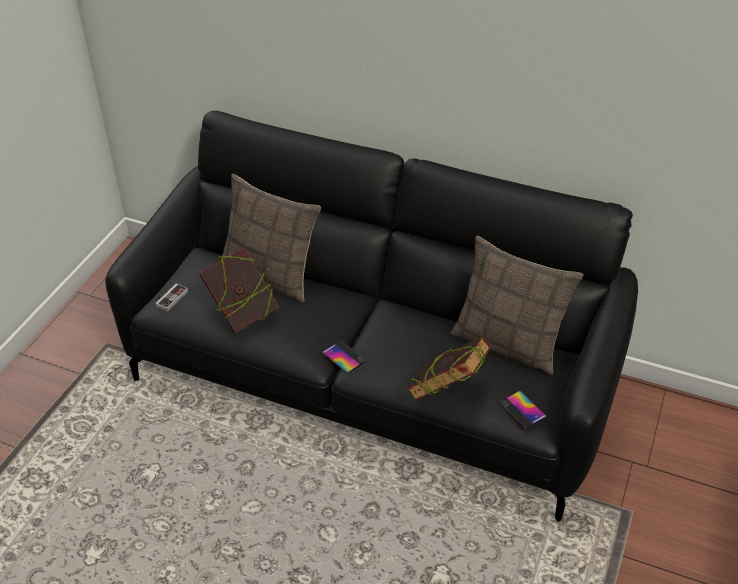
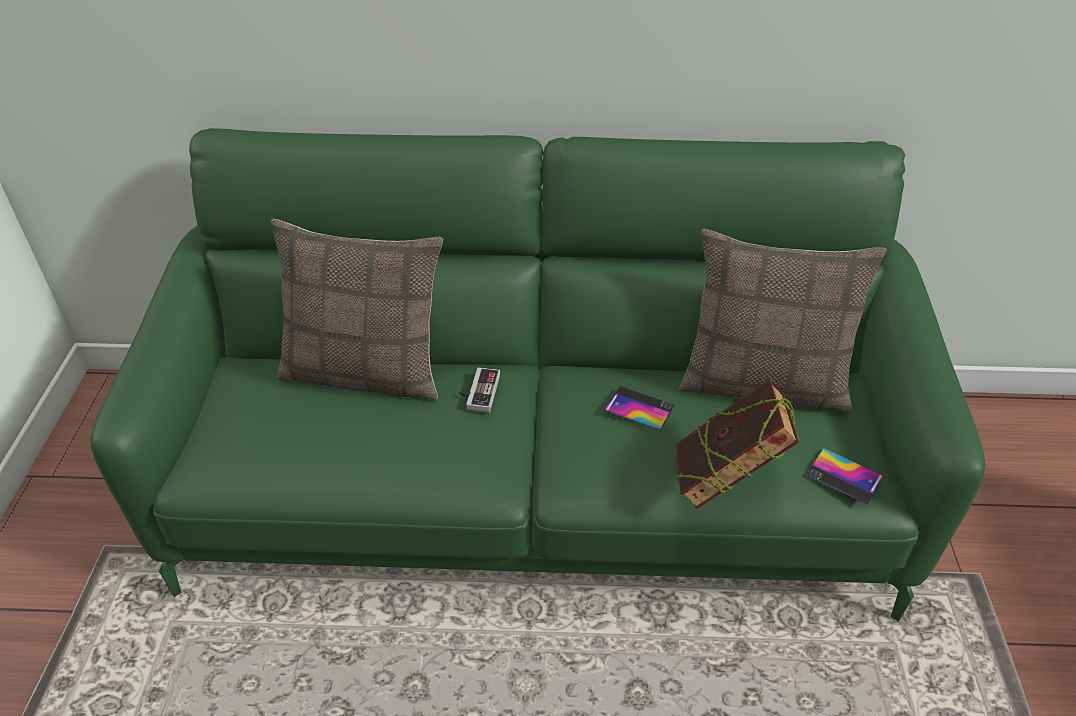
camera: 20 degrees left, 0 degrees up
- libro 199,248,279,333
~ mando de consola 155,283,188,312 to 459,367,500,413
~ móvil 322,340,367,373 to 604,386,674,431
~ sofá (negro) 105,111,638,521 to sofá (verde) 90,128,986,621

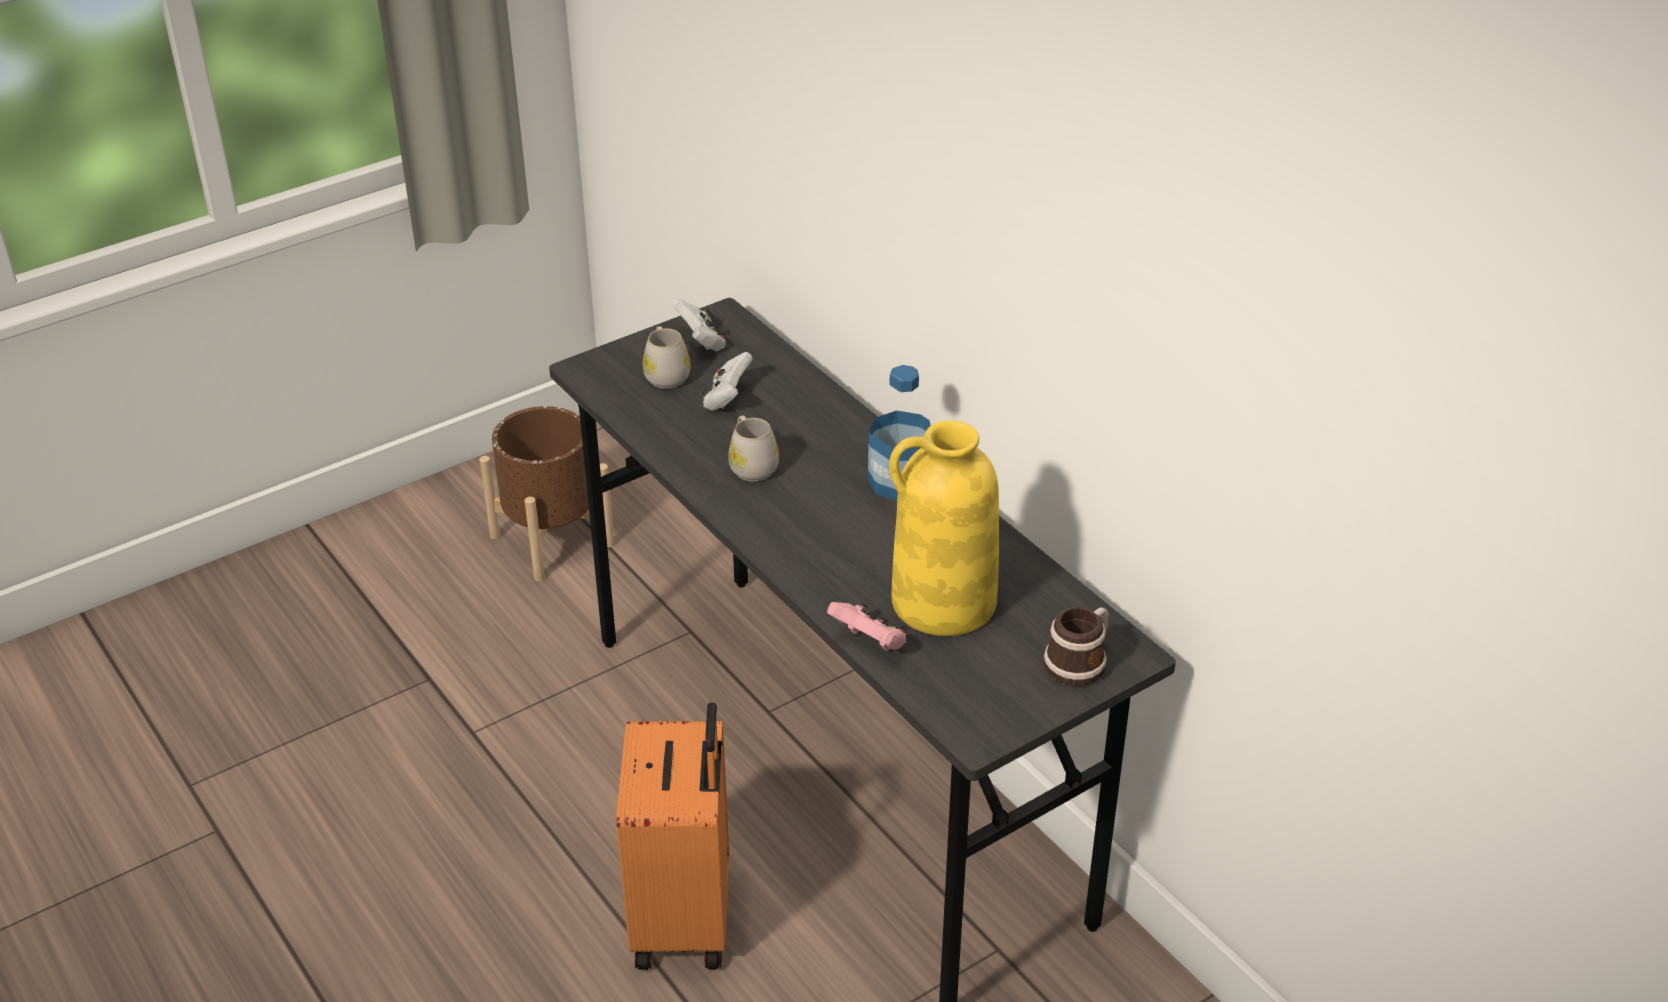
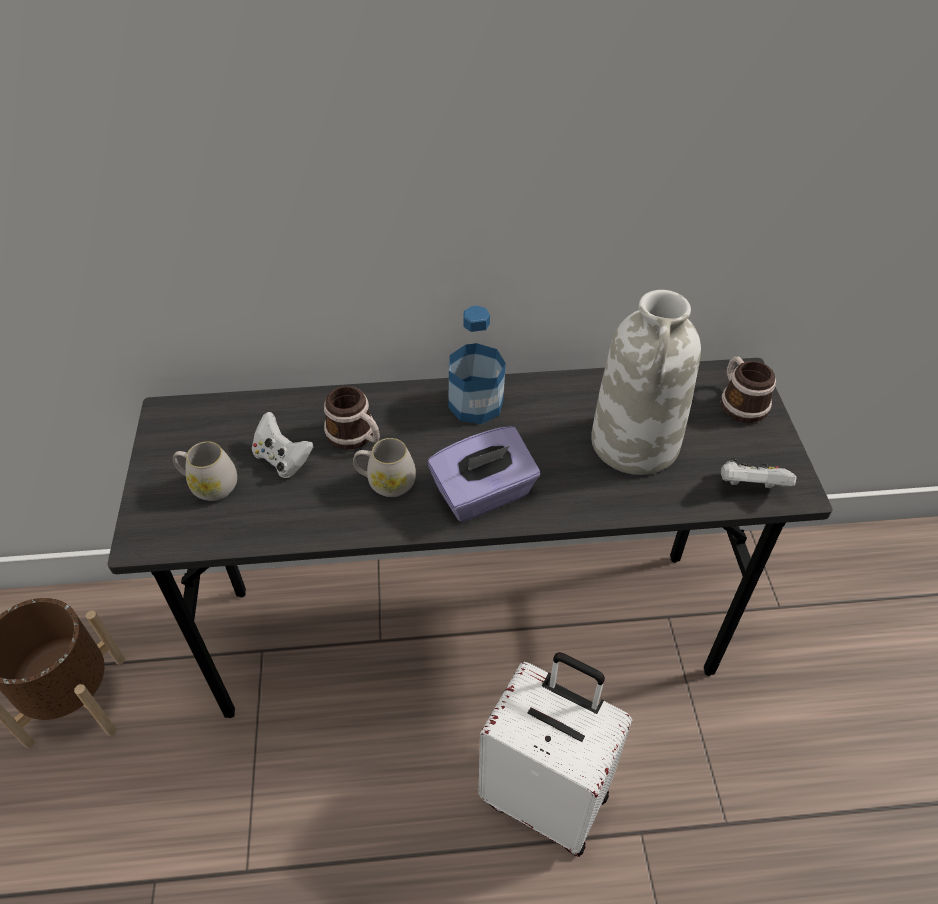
camera: 60 degrees left, 10 degrees up
- mando de consola (rosa) 827,602,906,651
+ taza grande 324,386,380,450
+ caja de pañuelos (morado) 428,426,540,522
~ mando de consola (blanco) 672,299,726,351 to 721,458,796,488
~ maleta (naranja) 616,702,729,970 to maleta (blanco) 478,652,632,857
~ florero (amarillo) 889,420,999,636 to florero (blanco) 591,290,701,475

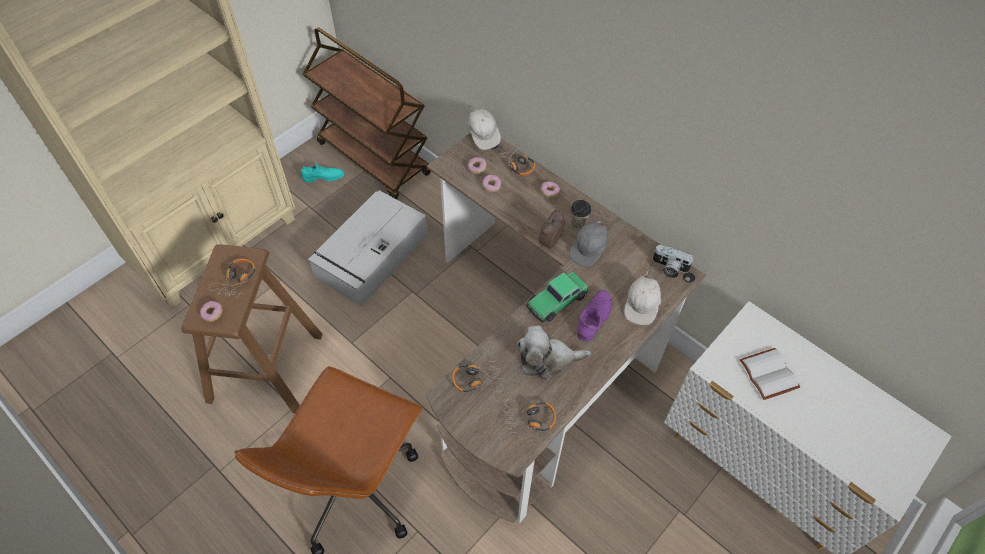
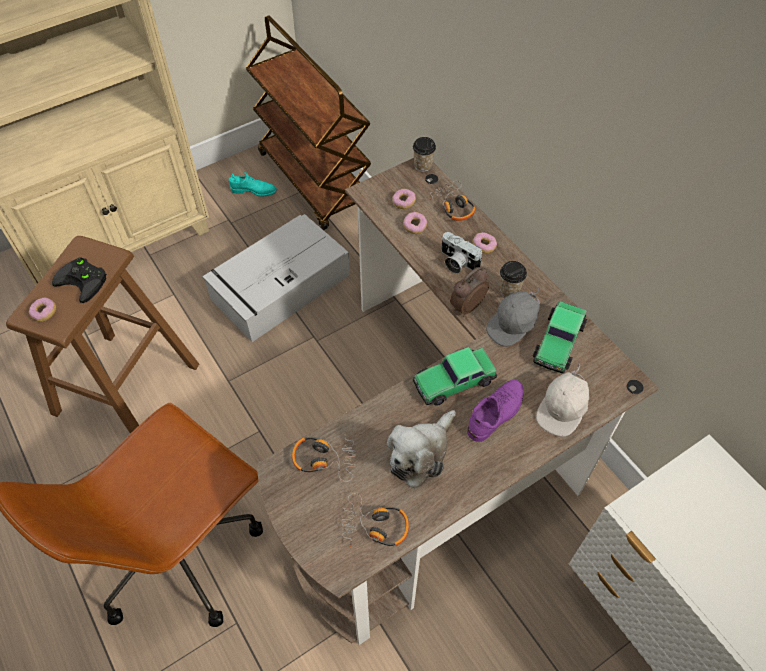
camera: 15 degrees right, 0 degrees up
- libro (blanco) 740,348,800,400
+ coche de juguete 533,301,587,374
~ cámara 653,245,693,278 to 441,232,482,274
~ auriculares 209,259,256,298 to mando de consola (negro) 52,257,107,303
~ gorra (blanco) 468,105,501,150 to taza 413,137,436,172
~ peluche 517,326,591,380 = 387,410,456,489 60 degrees counterclockwise

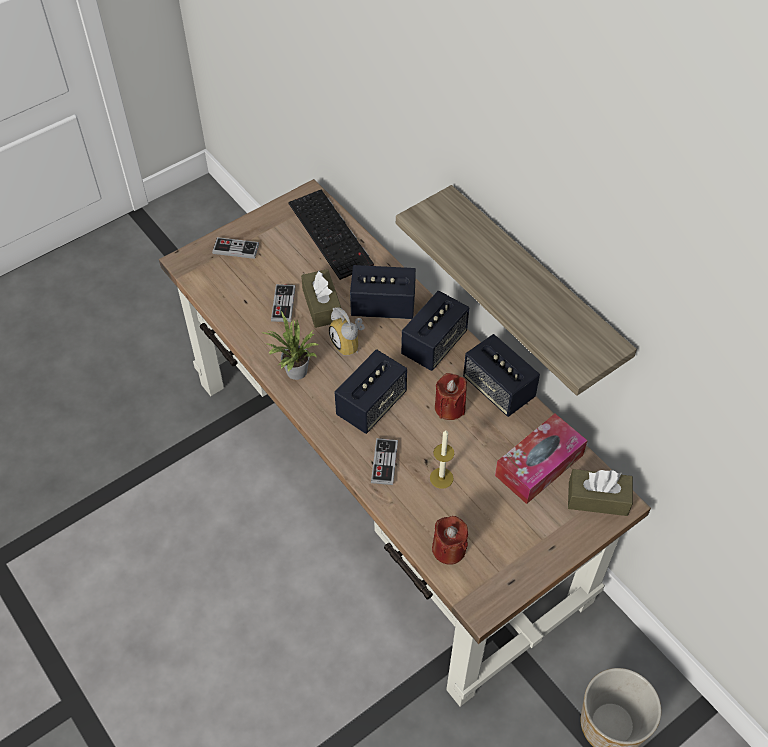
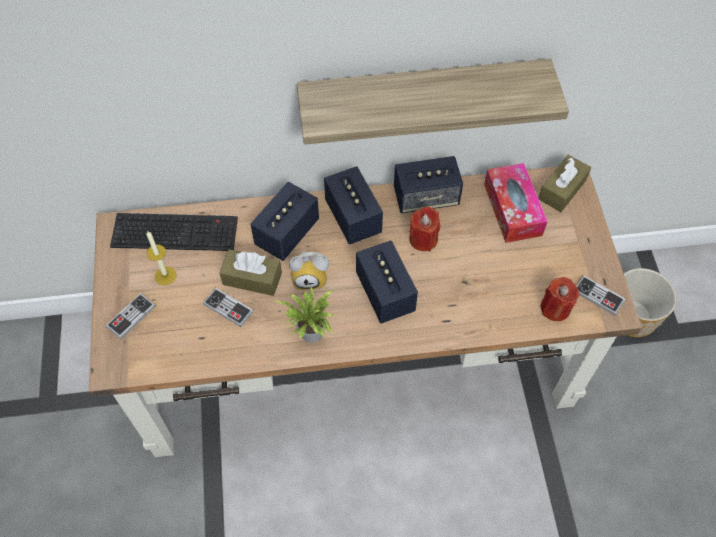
camera: 60 degrees left, 5 degrees up
~ mando de consola 371,438,398,485 to 576,275,625,315
~ vela 430,430,454,489 to 146,232,177,285

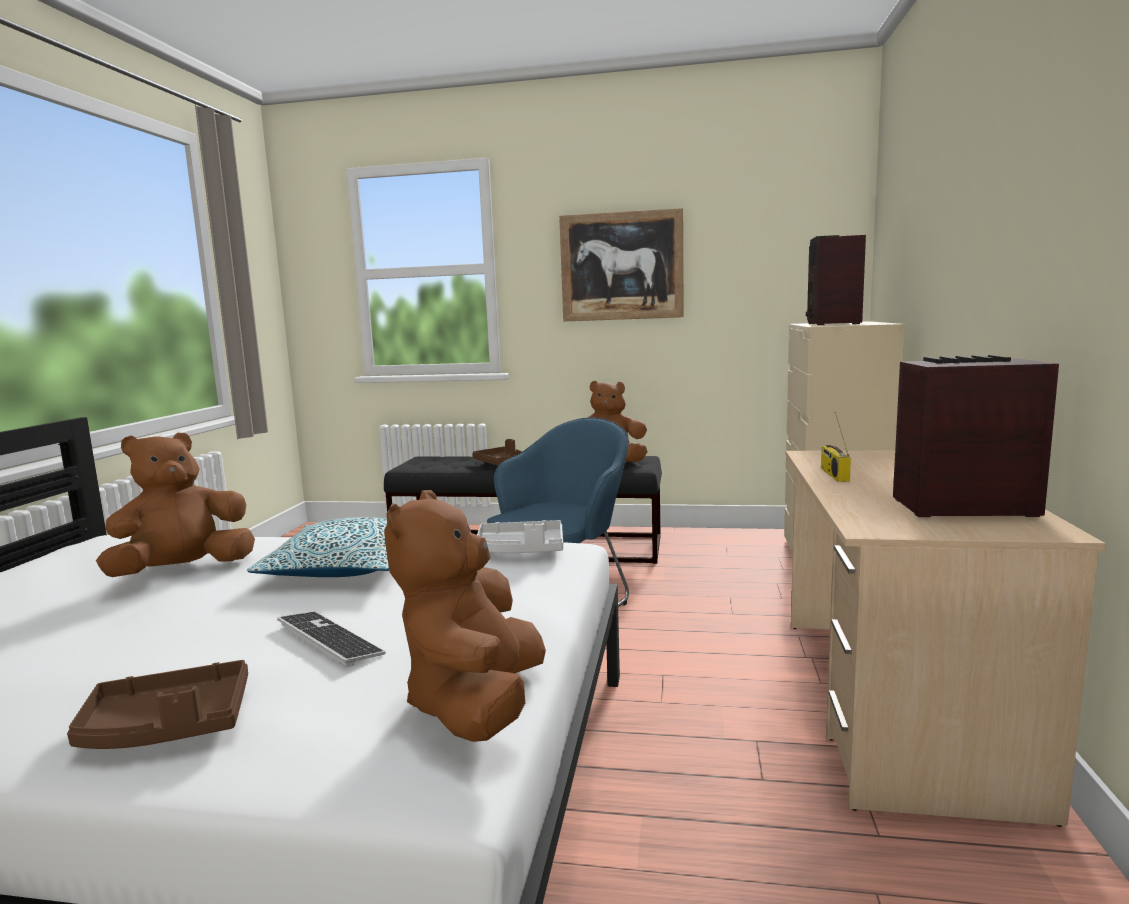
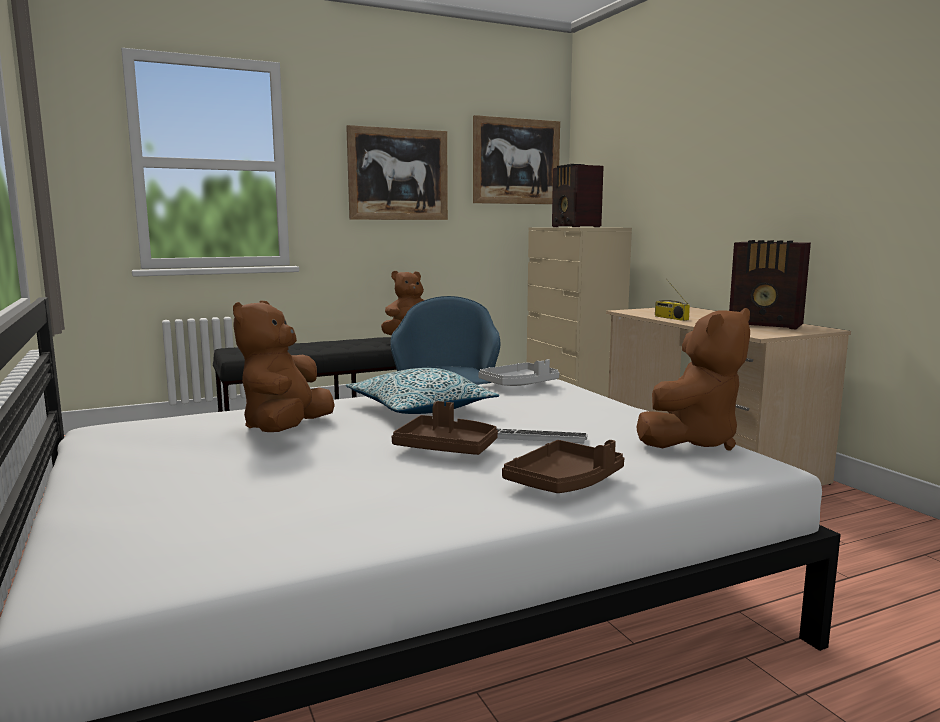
camera: 35 degrees left, 0 degrees up
+ cuadro 473,115,560,204
~ bandeja (marrón) 472,439,522,466 to 392,401,498,455
~ peluche (marrón) 384,490,546,742 = 637,308,750,450 105 degrees counterclockwise
~ radio 893,355,1059,517 = 729,240,811,330 120 degrees counterclockwise

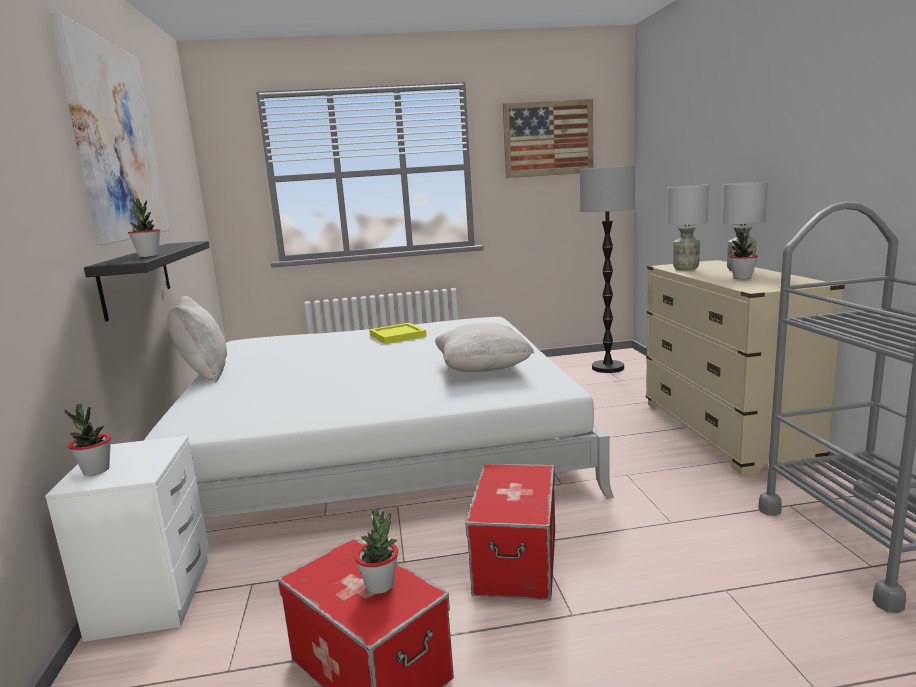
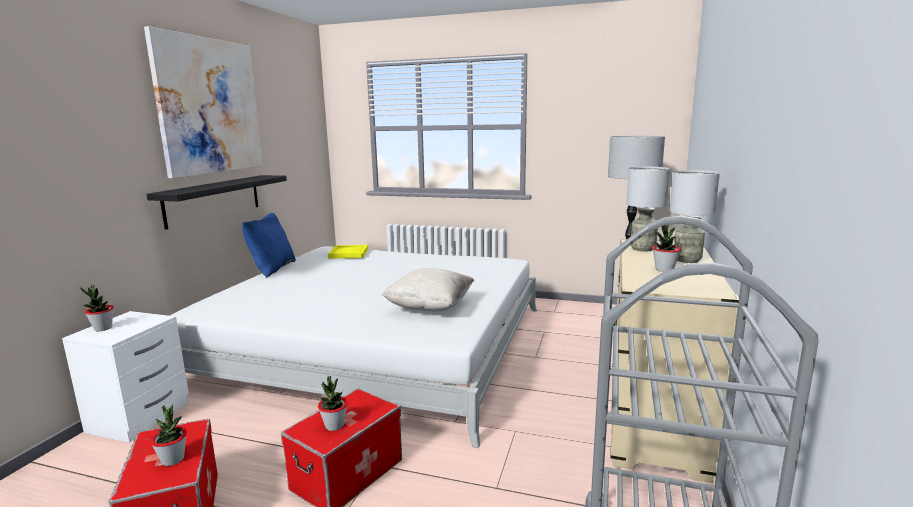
camera: 25 degrees right, 0 degrees up
- cuadro 503,99,593,178
~ planta en maceta 128,198,160,257 to 318,376,348,431
~ bandeja (amarillo) 369,323,427,344 to 328,245,368,258
~ cojín (beis) 167,296,227,382 to cojín (azul) 242,213,296,278

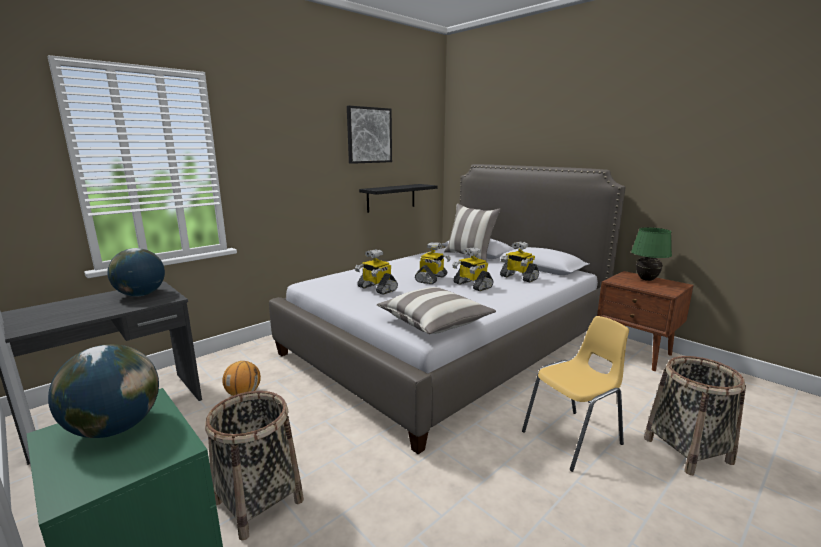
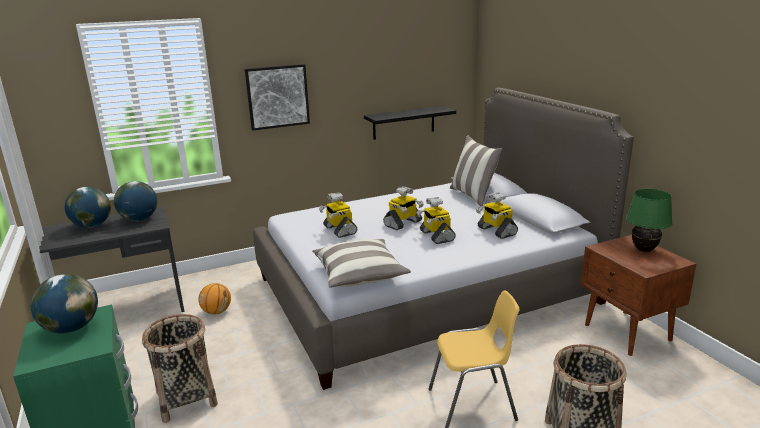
camera: 20 degrees right, 5 degrees up
+ globo terráqueo 65,187,111,228
~ cuadro 347,106,392,164 to 245,64,310,131

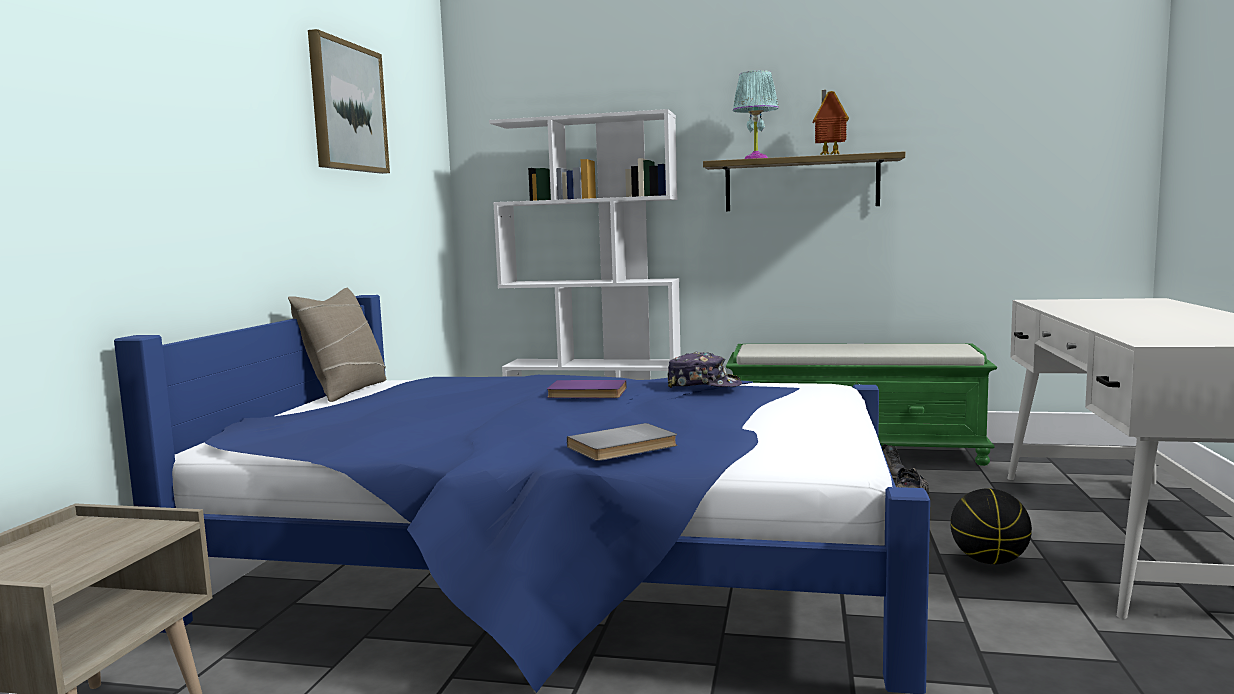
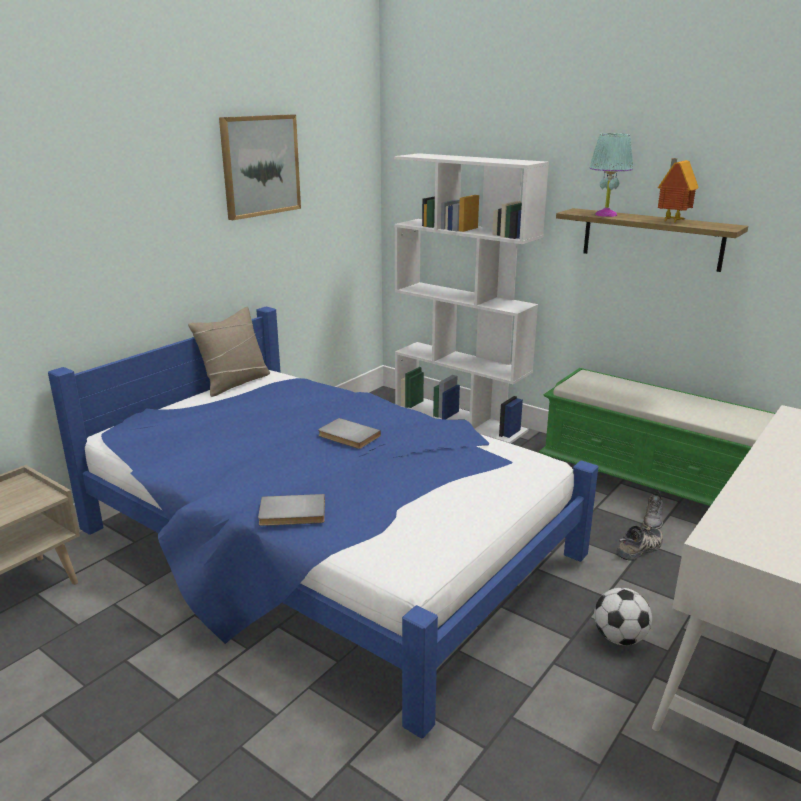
camera: 25 degrees right, 15 degrees up
- gorra 668,352,742,388
~ balón de baloncesto 950,488,1032,564 to balón de fútbol 594,588,652,645
~ libro (morado) 547,380,627,398 to libro (gris) 318,418,381,449

